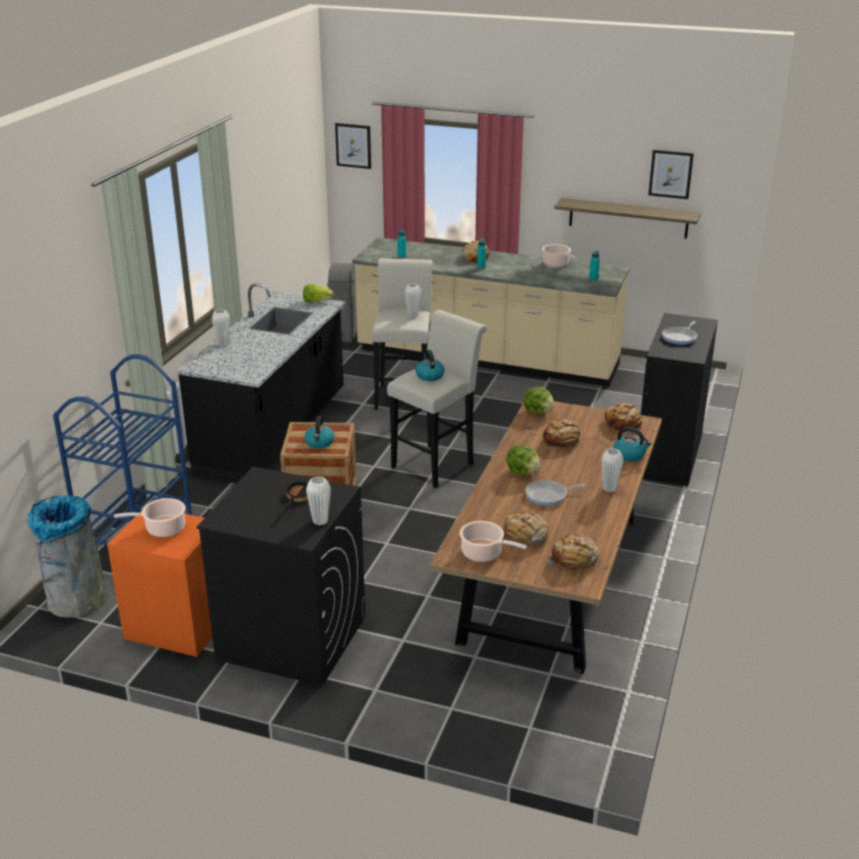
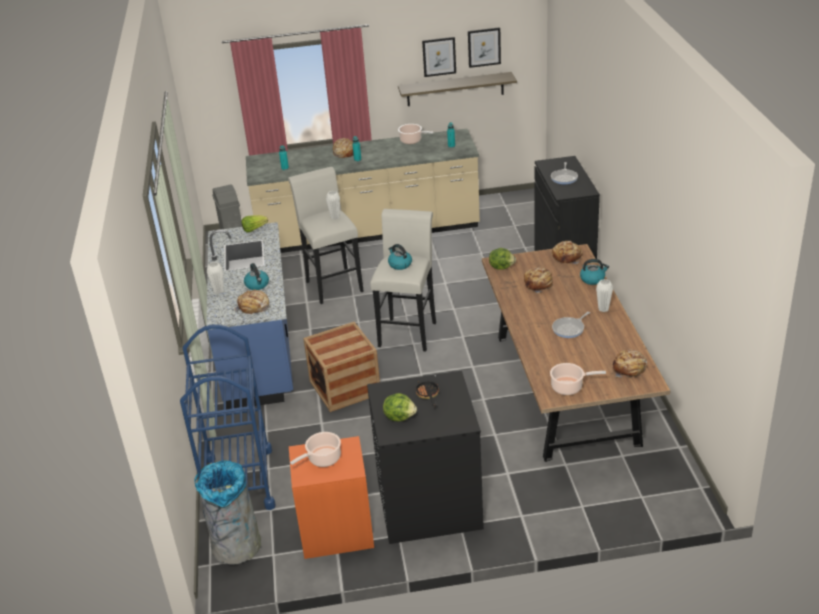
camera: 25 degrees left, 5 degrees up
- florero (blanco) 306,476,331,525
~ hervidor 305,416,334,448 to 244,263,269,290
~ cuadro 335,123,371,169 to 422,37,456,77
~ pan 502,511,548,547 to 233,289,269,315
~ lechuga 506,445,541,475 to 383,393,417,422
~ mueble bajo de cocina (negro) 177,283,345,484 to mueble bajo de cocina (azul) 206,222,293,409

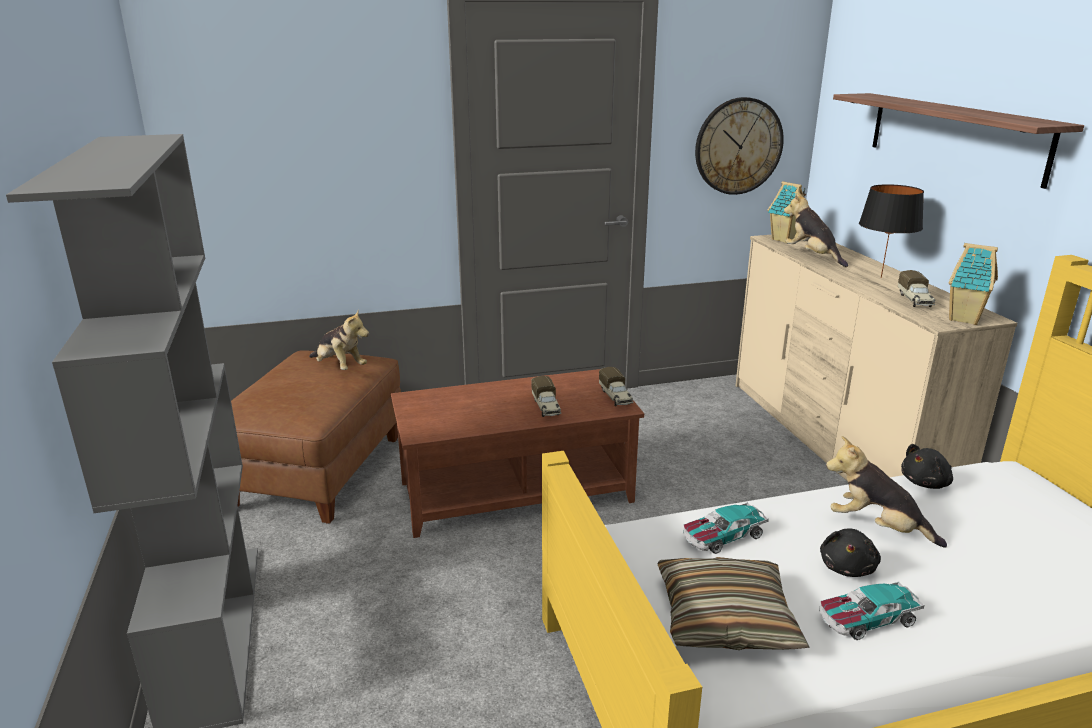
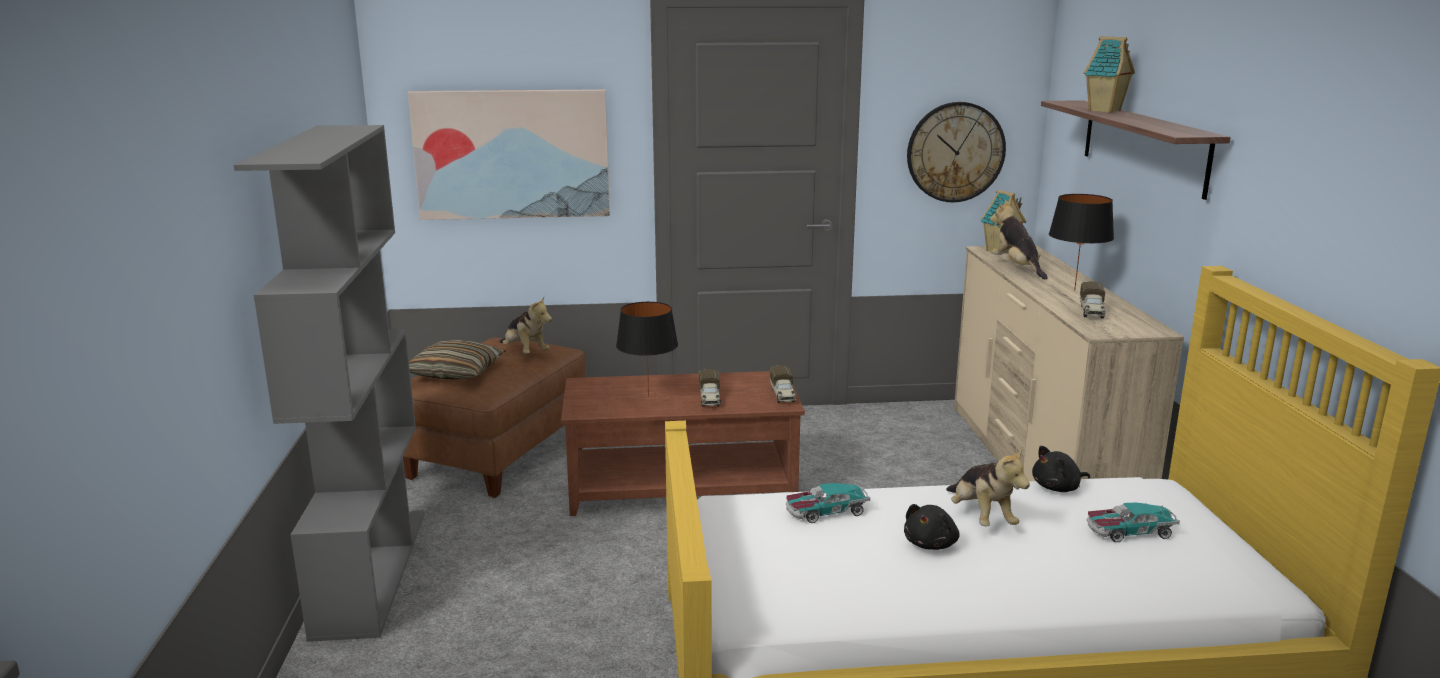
camera: 10 degrees right, 5 degrees down
+ cuadro 408,89,610,220
+ lámpara de mesa (negro) 616,302,678,397
~ cojín 657,557,810,650 to 409,340,506,380
~ coche de juguete 819,581,925,640 to 1087,503,1180,542
~ casita 949,243,998,325 to 1083,36,1135,113
~ peluche 826,436,947,548 = 946,447,1030,526 150 degrees counterclockwise

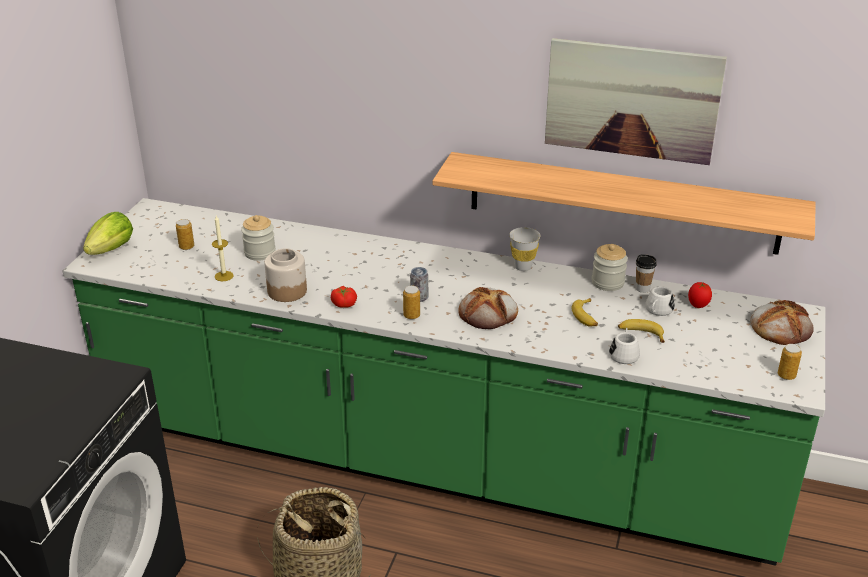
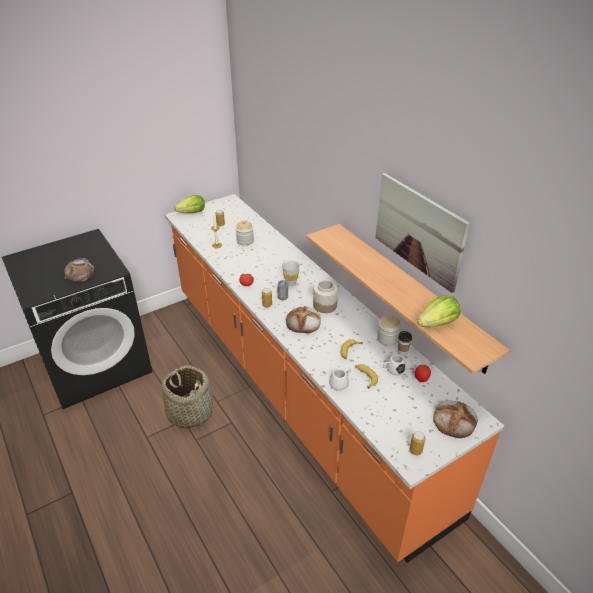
camera: 40 degrees right, 5 degrees up
+ pan 64,258,95,283
+ lechuga 417,295,460,327
~ tarro 264,248,307,302 to 313,281,338,313
~ taza (blanco) 510,227,540,271 to 282,260,300,286
~ mueble bajo de cocina (verde) 63,198,825,566 to mueble bajo de cocina (naranja) 165,194,504,563

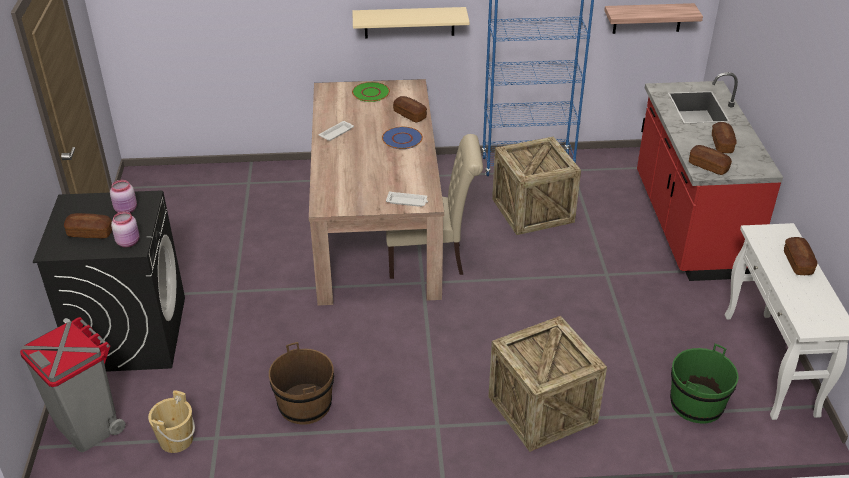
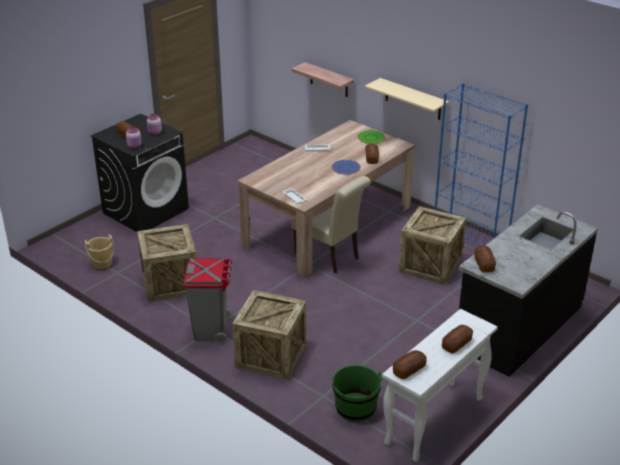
camera: 45 degrees right, 5 degrees down
~ papelera (gris) 20,317,126,452 to 184,258,232,343
~ estante 604,3,703,34 to 292,62,354,97
~ pan 712,122,737,153 to 393,350,427,379
~ cubo (marrón) 269,342,334,425 to caja de embalaje 137,224,196,302
~ mueble bajo de cocina (rojo) 637,72,783,281 to mueble bajo de cocina (negro) 459,204,598,377

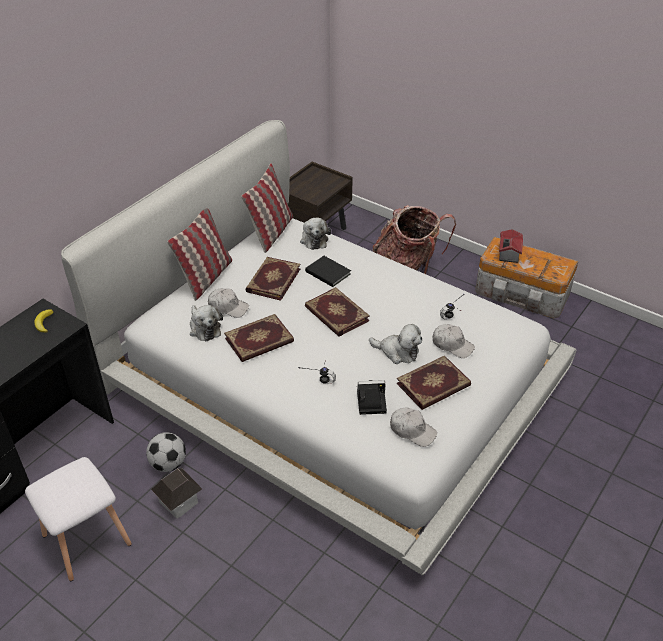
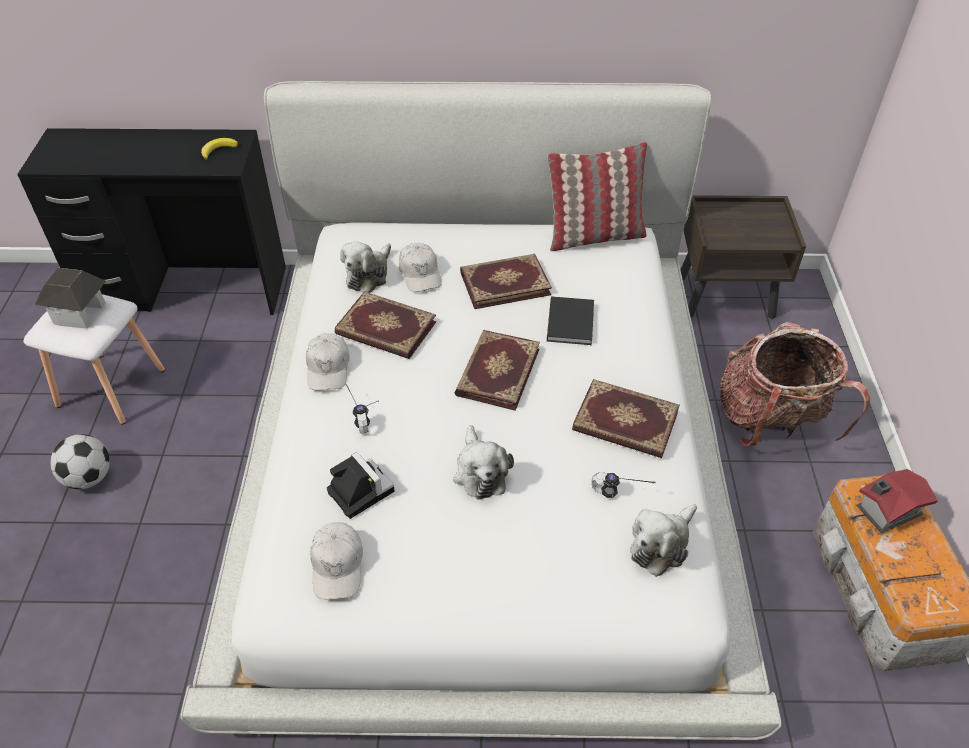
camera: 55 degrees right, 5 degrees up
- cojín 167,208,232,301
~ balón de fútbol 146,432,186,472 to 50,434,110,489
~ casita 151,468,202,519 to 35,268,106,329
~ peluche 300,218,331,250 to 630,504,697,577
~ libro 396,355,471,410 to 572,379,680,458
~ gorra (blanco) 433,324,475,358 to 306,333,349,390

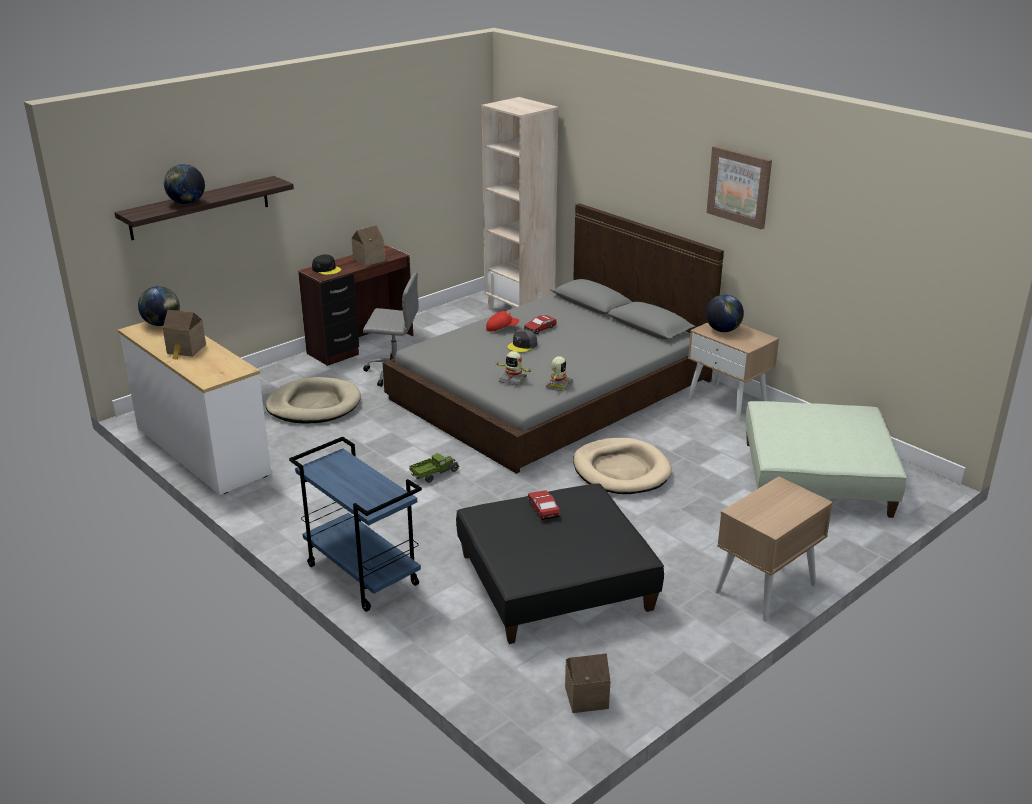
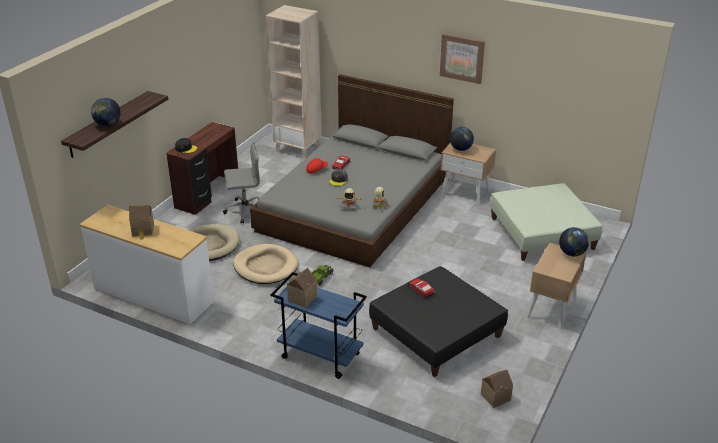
camera: 20 degrees left, 5 degrees up
~ globo terráqueo 138,286,180,326 to 559,227,589,256
~ casita 352,225,385,266 to 287,268,318,308
~ cama para perro (beis) 573,438,672,494 to 233,244,298,284

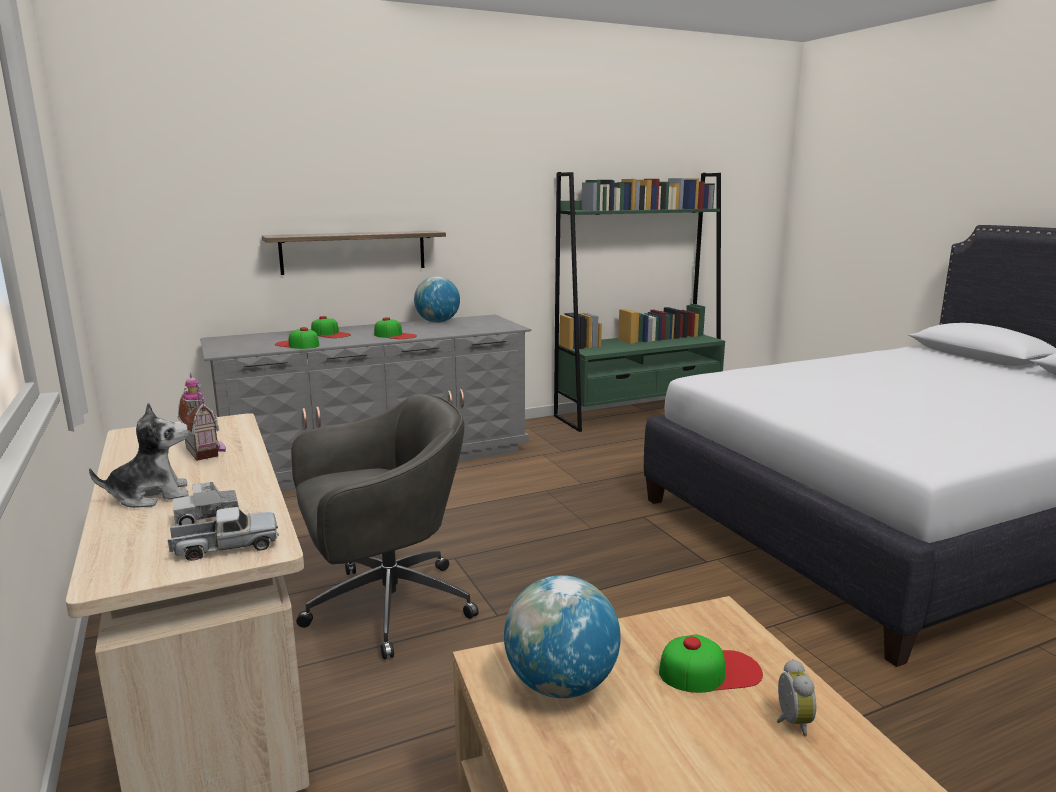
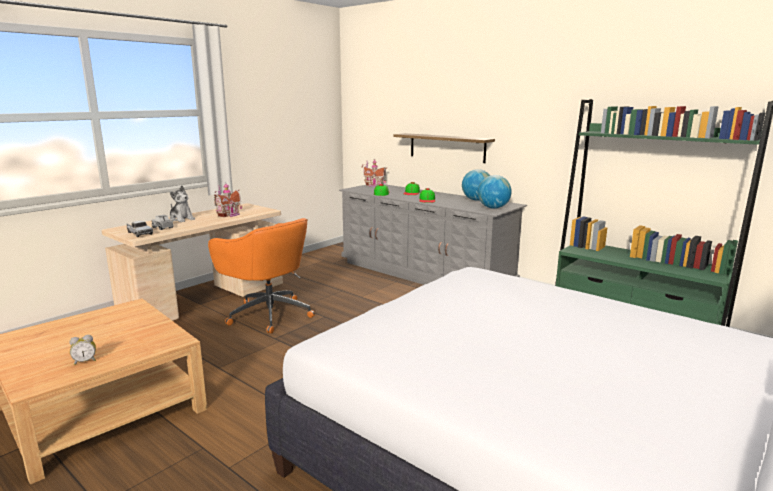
camera: 65 degrees right, 0 degrees up
- gorra 659,634,763,693
+ casita 362,159,386,187
~ globo terráqueo 504,575,621,698 to 478,175,512,209
~ silla de oficina (gris) 291,394,479,660 to silla de oficina (naranja) 208,218,315,334

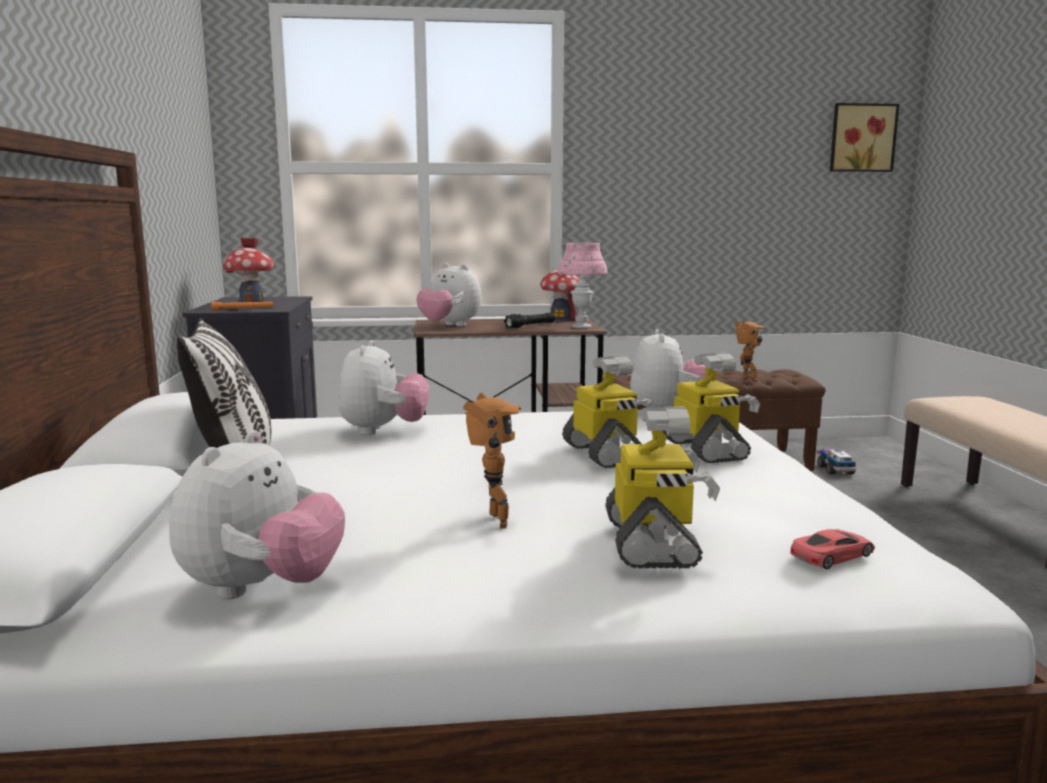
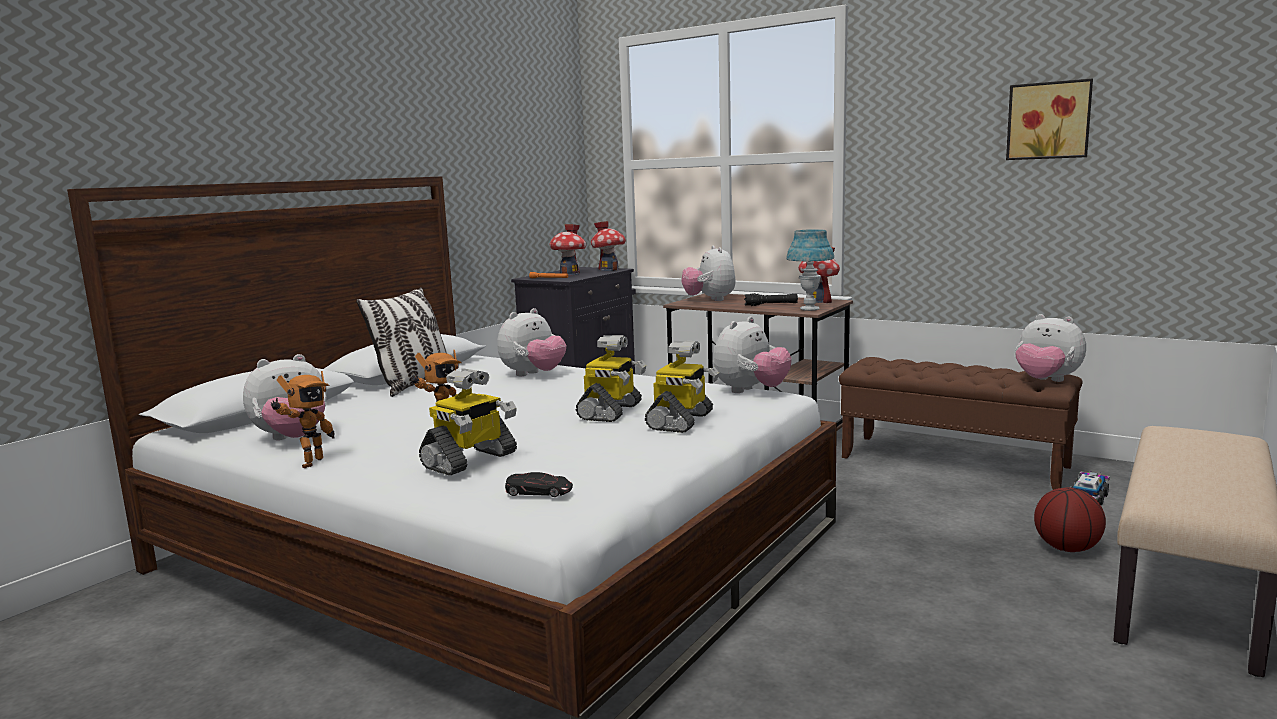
camera: 40 degrees right, 0 degrees up
+ casita 591,221,626,271
+ peluche 1015,314,1086,382
+ balón de baloncesto 1034,487,1106,552
~ robot de juguete 735,321,764,382 to 271,371,335,468
~ cuadro 830,103,899,172 to 1006,78,1093,160
~ lámpara de mesa (rosa) 557,242,608,328 to lámpara de mesa (azul) 786,229,834,311
~ coche de juguete (rojo) 790,529,875,569 to coche de juguete (negro) 505,472,573,497

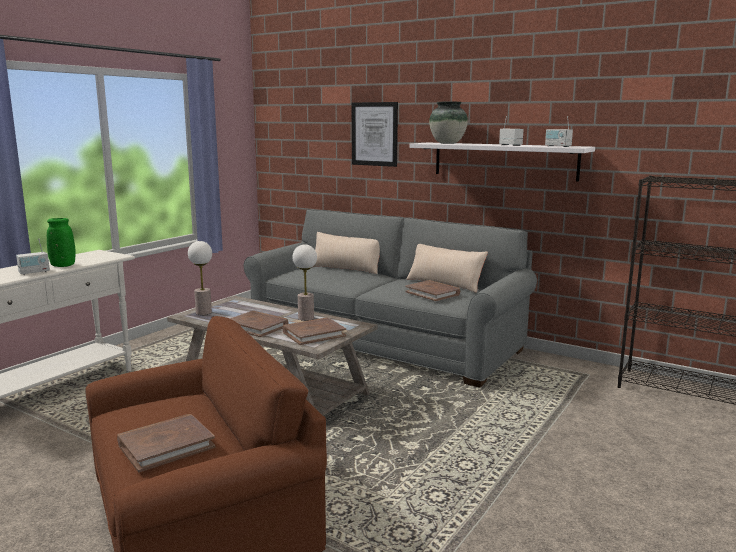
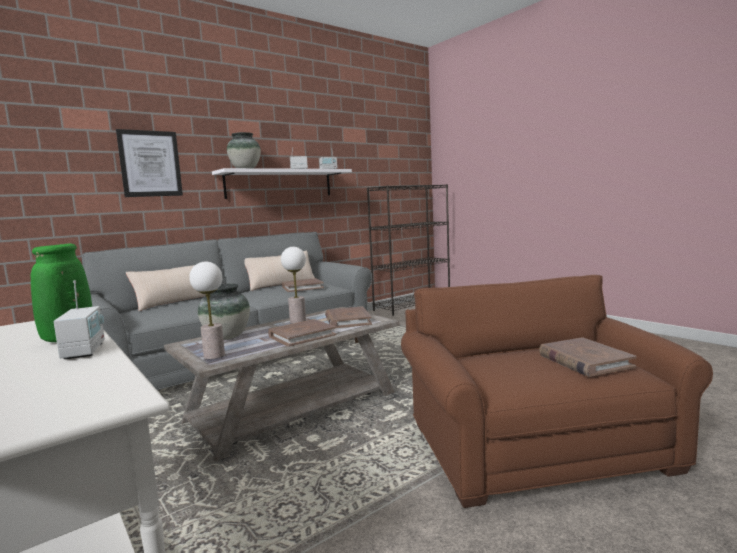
camera: 70 degrees left, 5 degrees down
+ florero 198,284,250,340

